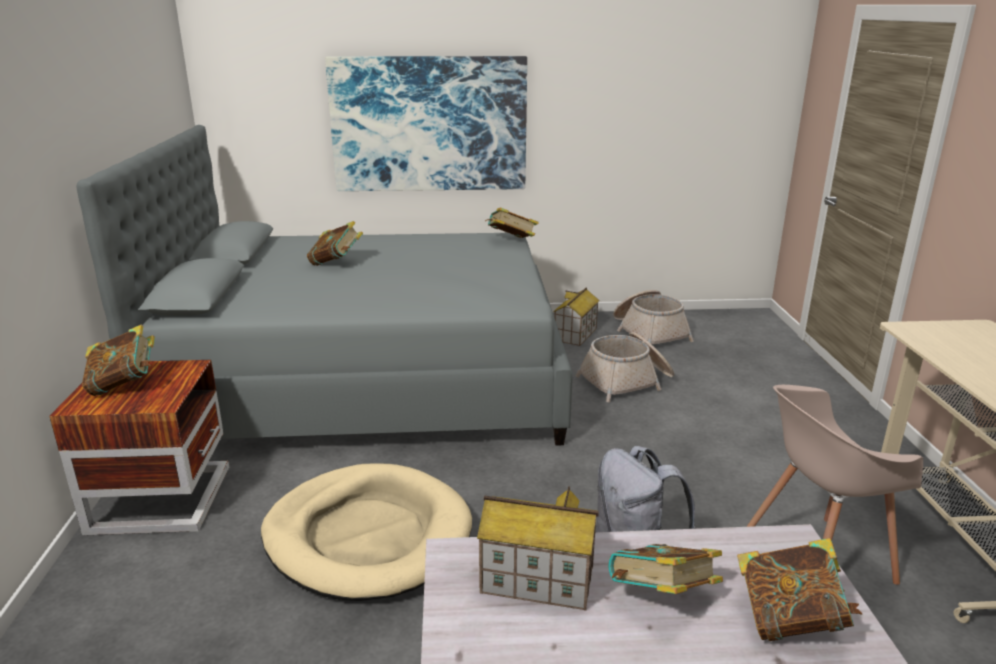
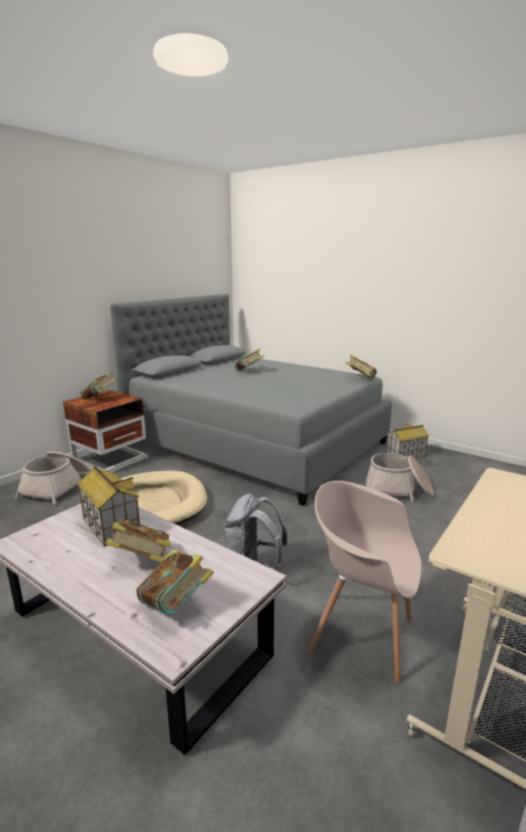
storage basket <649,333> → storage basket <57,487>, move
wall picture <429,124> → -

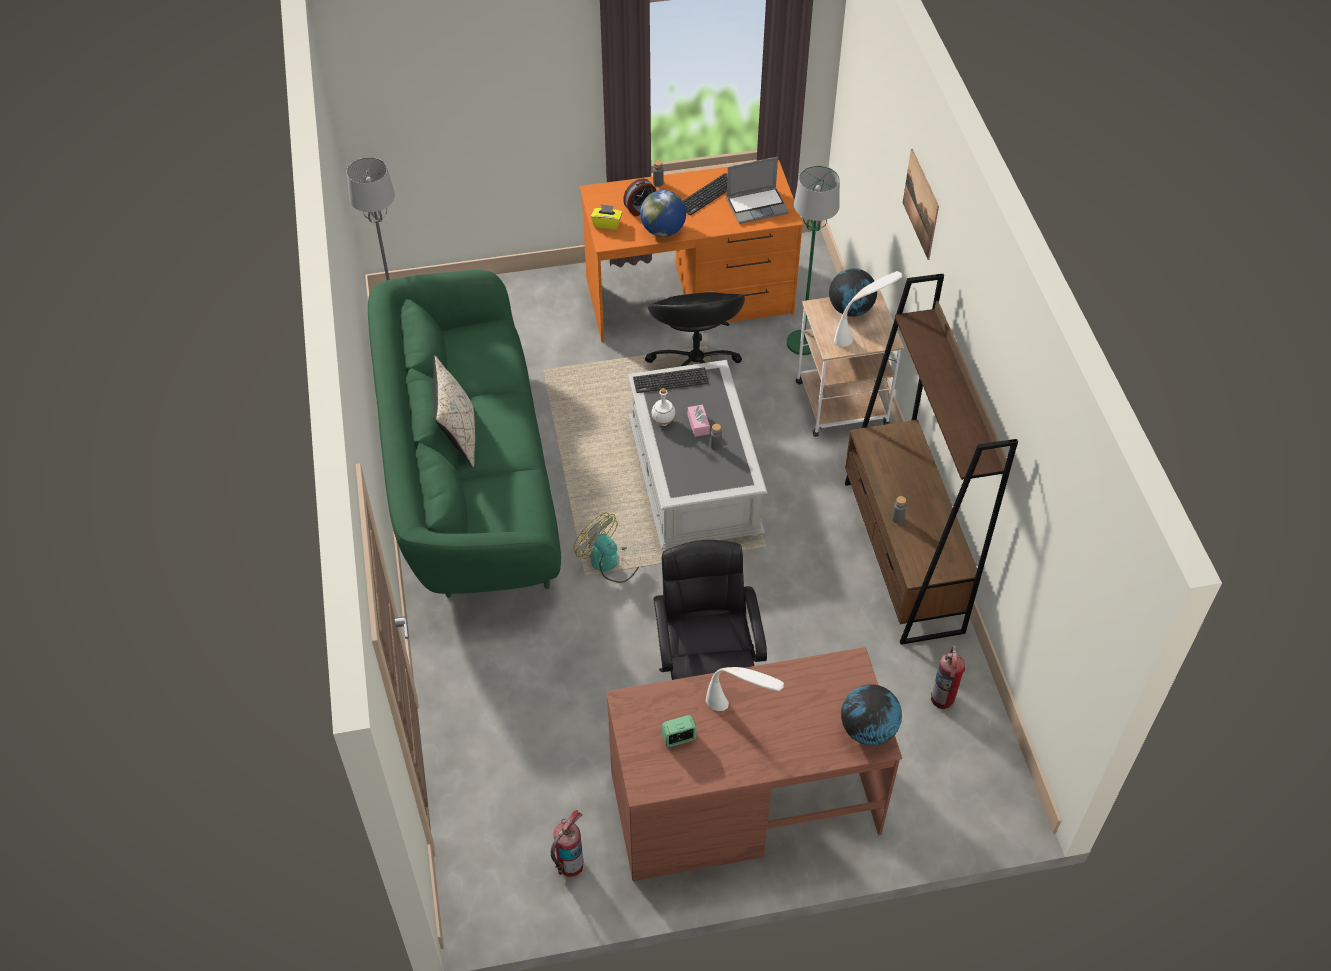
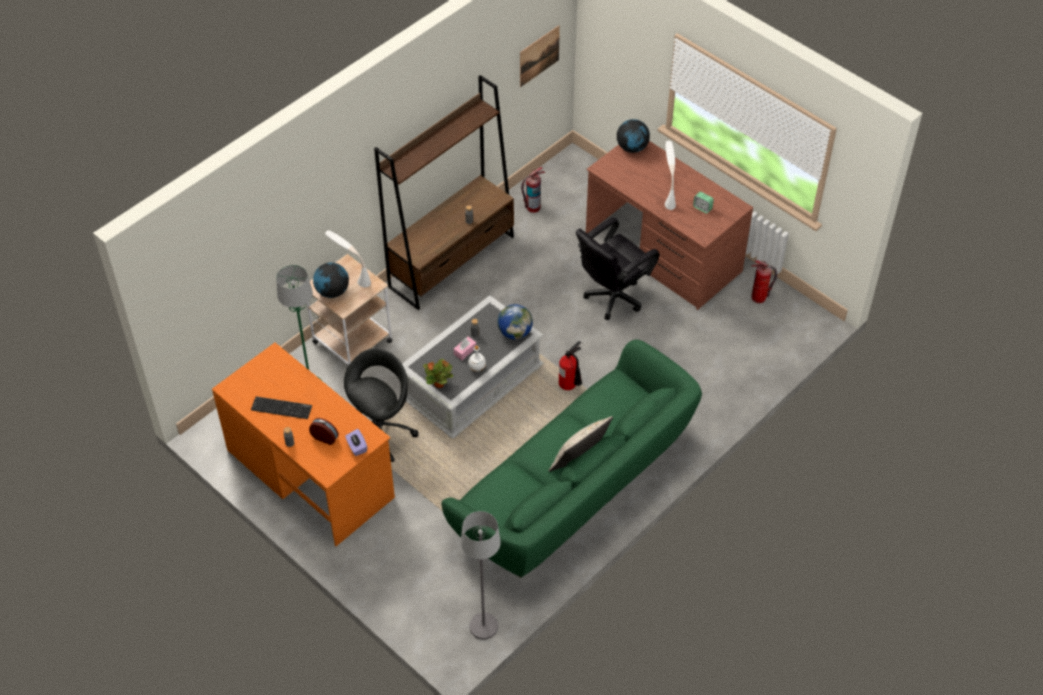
tissue holder (yellow-coloured) <607,224> → tissue holder (purple) <356,447>
keyboard <671,380> → plant in a pot <439,384>
desk globe <663,230> → desk globe <515,333>, move
wall picture <921,204> → wall picture <539,56>, move
cooling fan <610,561> → fire-fighting cylinder <570,386>
notebook computer <757,206> → -

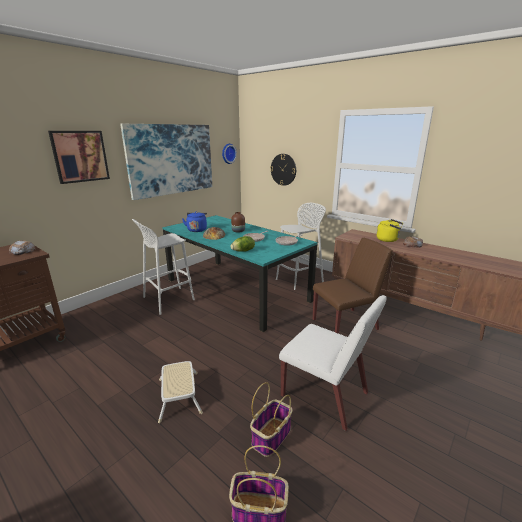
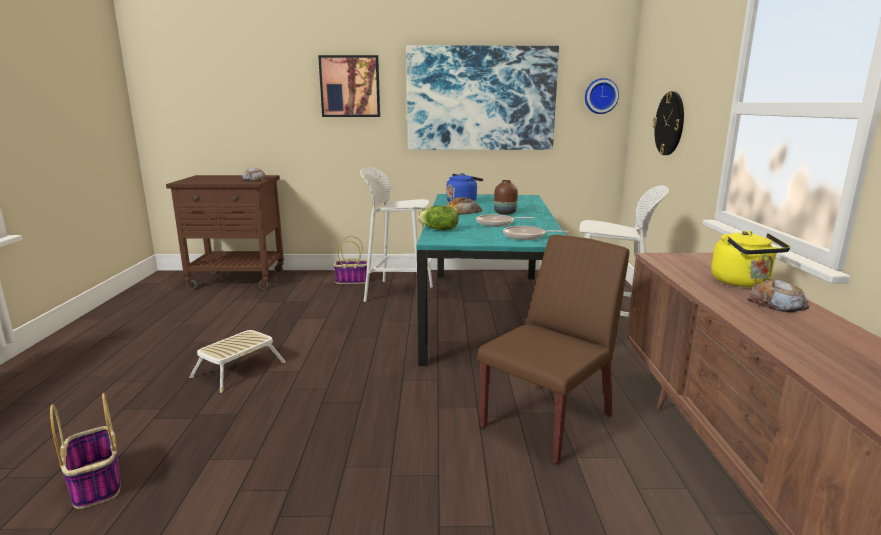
storage basket <271,436> → storage basket <352,281>, move
plain chair (brown-coloured) <345,324> → plain chair (brown-coloured) <548,420>, 75 degrees counterclockwise
plain chair (whitish) <325,395> → -

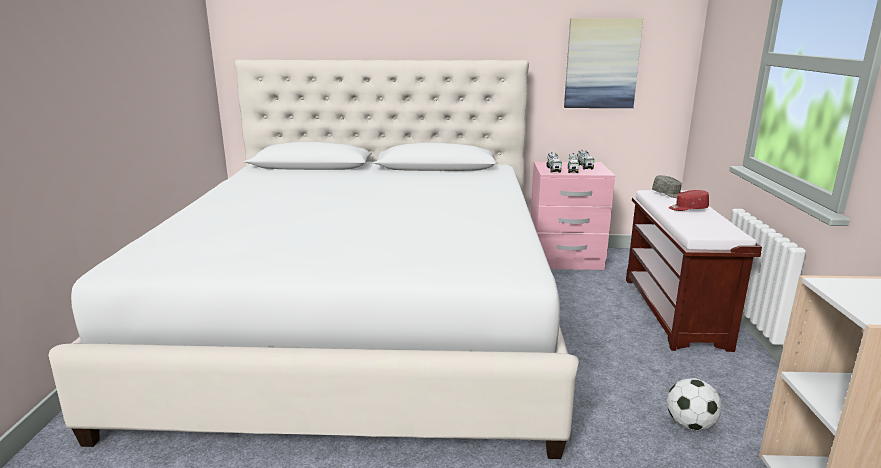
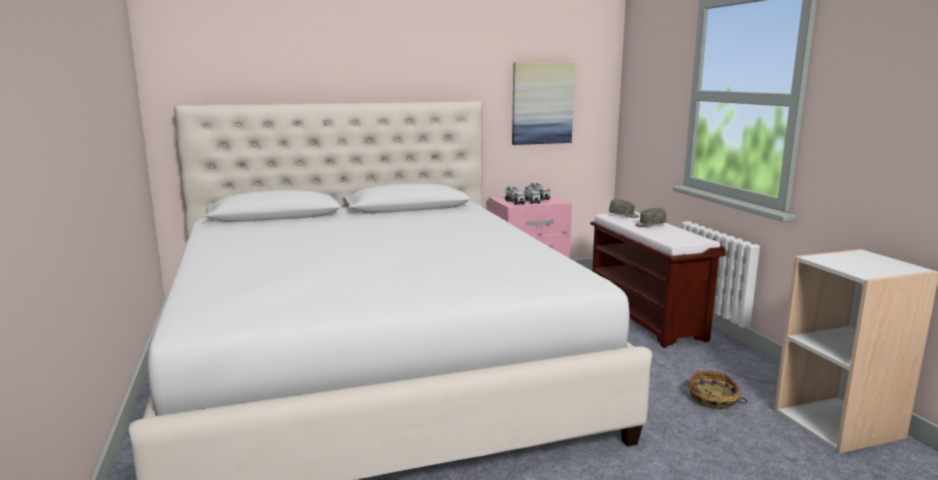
cap (red-coloured) <688,208> → cap (greyish) <649,224>
football <689,425> → storage basket <713,399>

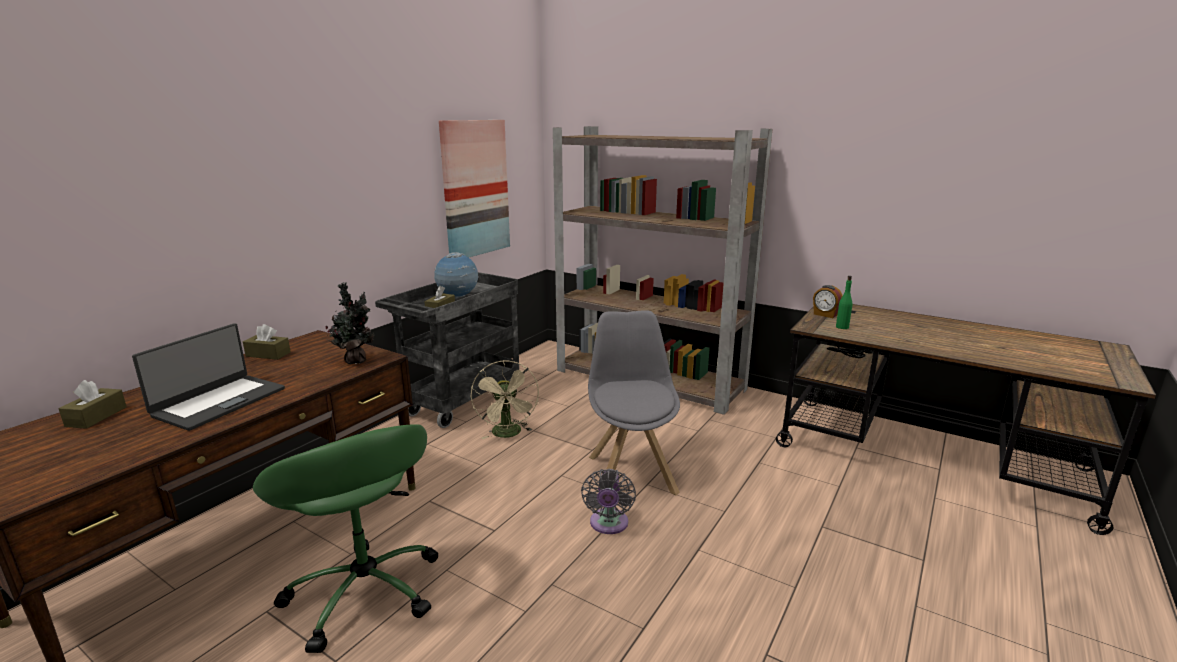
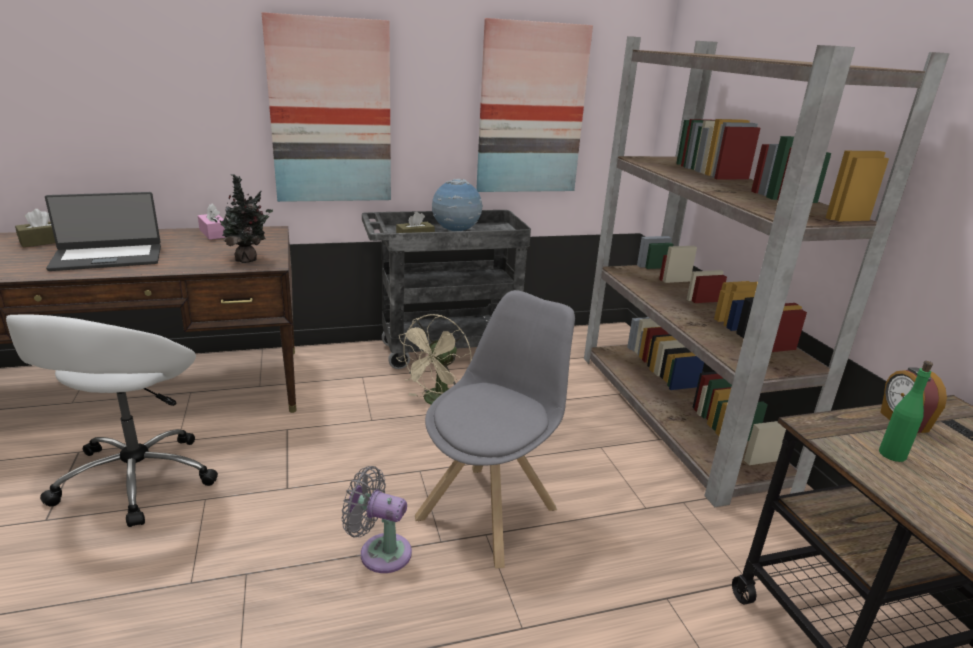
office chair (green) <365,595> → office chair (whitish) <134,481>
tissue holder (brown-coloured) <268,354> → tissue holder (pink) <214,233>
- → wall picture <331,113>
cooling fan (greyish) <608,525> → cooling fan (greyish) <380,551>, 60 degrees clockwise

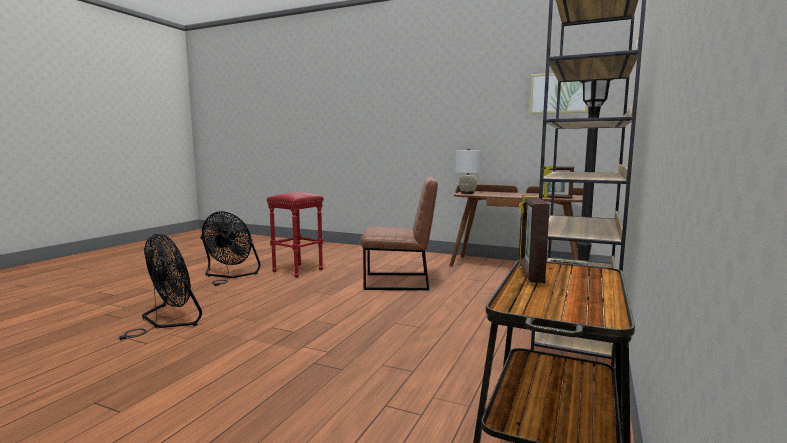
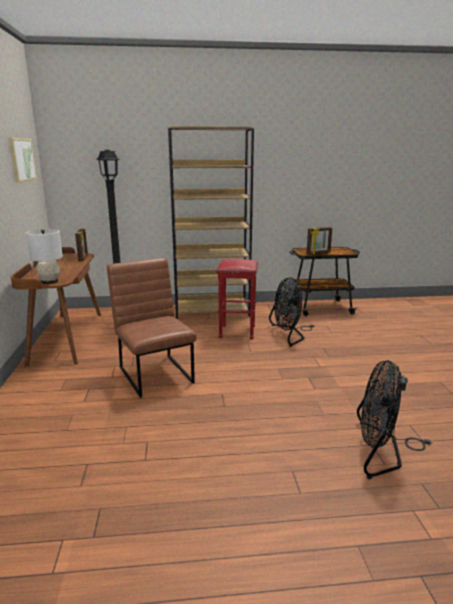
stool (red-coloured) <296,270> → stool (red-coloured) <238,332>, move
cooling fan (blackish) <226,275> → cooling fan (blackish) <290,333>, move

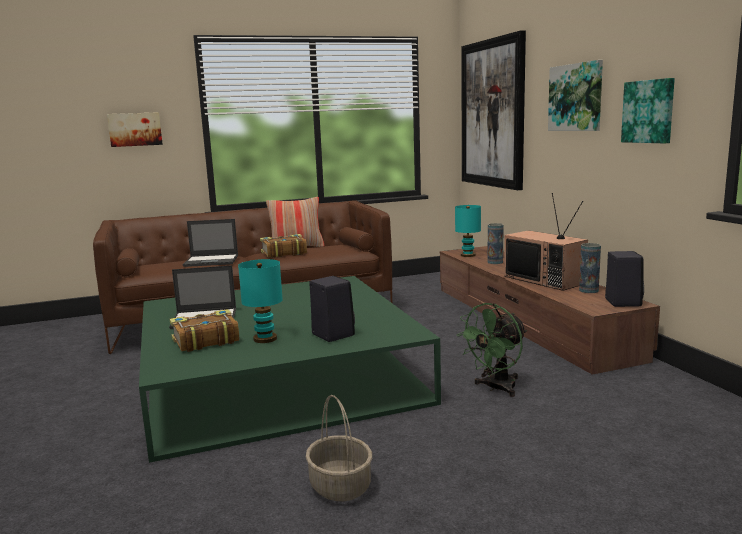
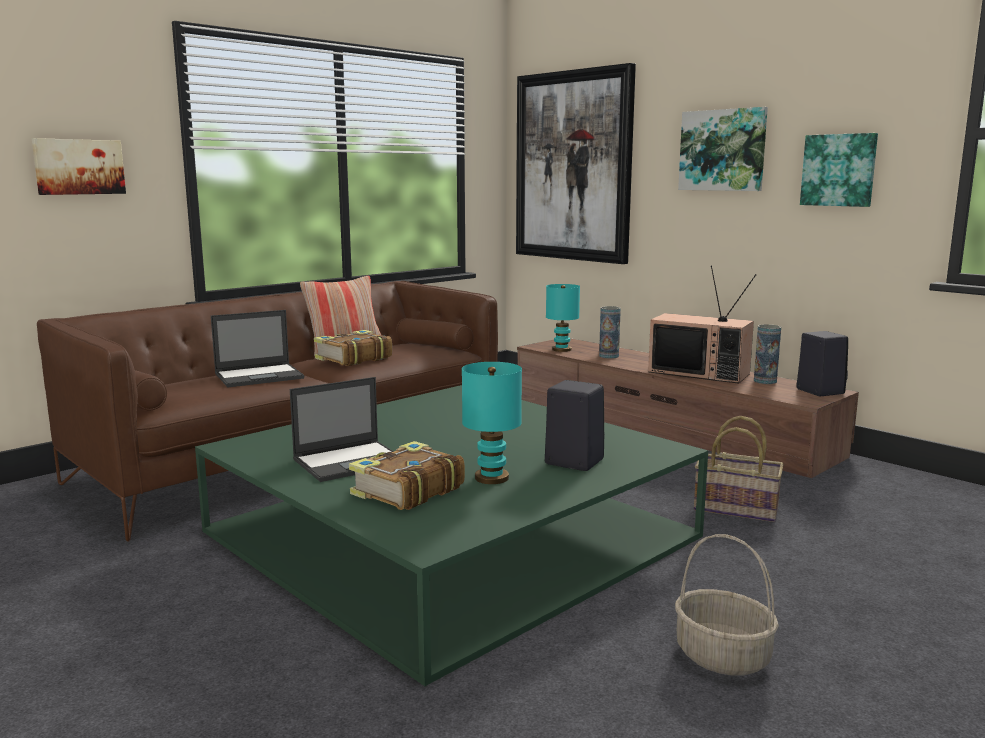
cooling fan (green) <496,388> → storage basket <736,508>

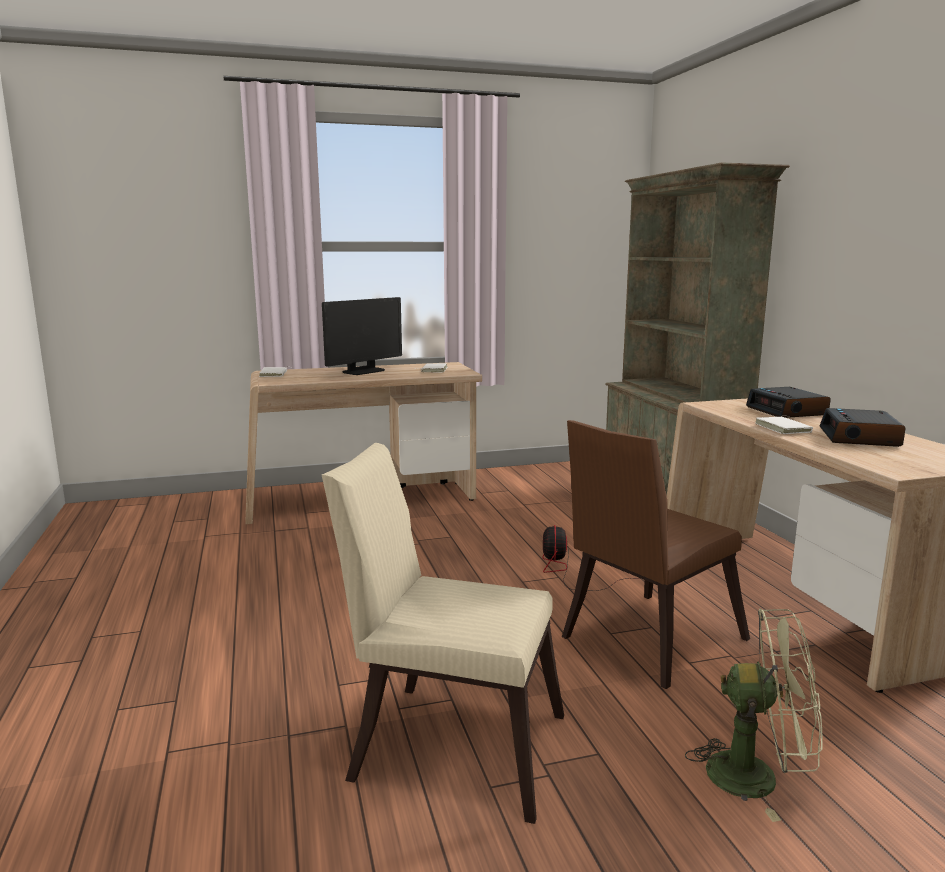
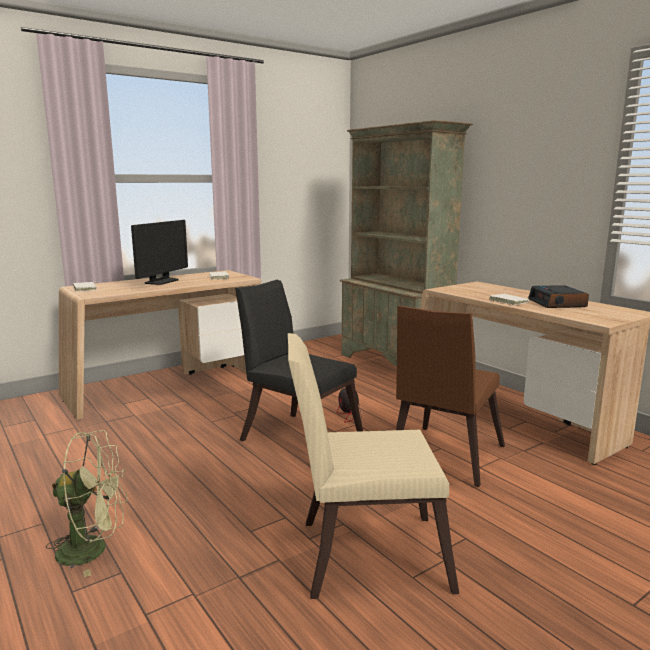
cooling fan (green) <757,776> → cooling fan (green) <93,549>, move
- → plain chair (blackish) <297,436>
alarm clock <787,411> → -

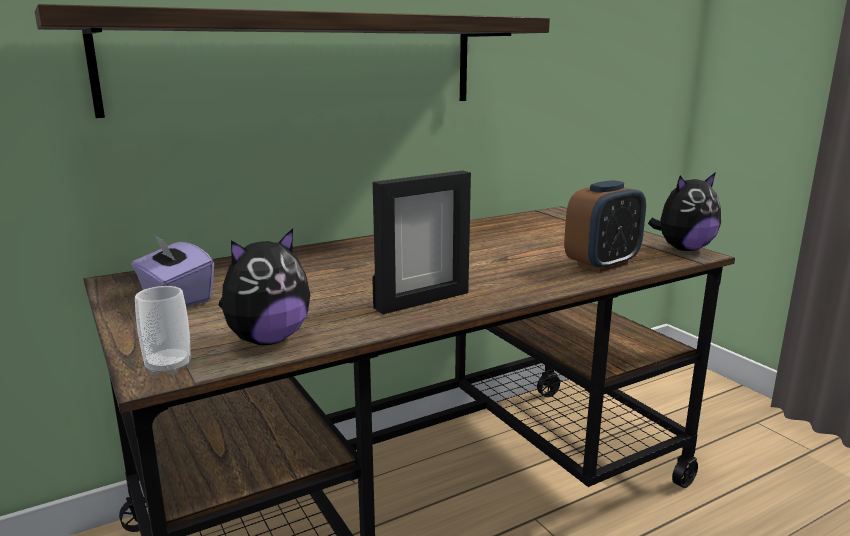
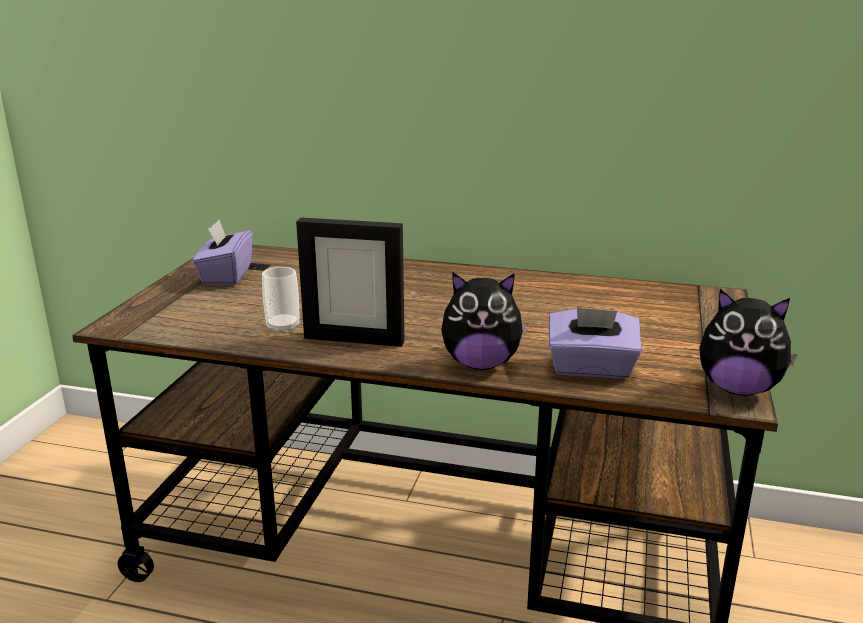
small cup <168,367> → small cup <283,327>, move
cuddly toy <267,339> → cuddly toy <481,364>, move
alarm clock <602,264> → tissue holder (purple) <591,368>
bracket shelf <303,63> → -

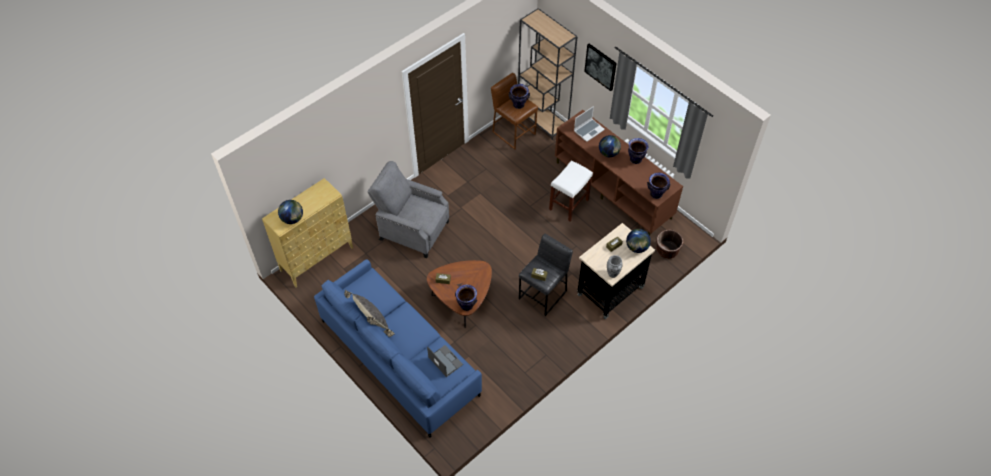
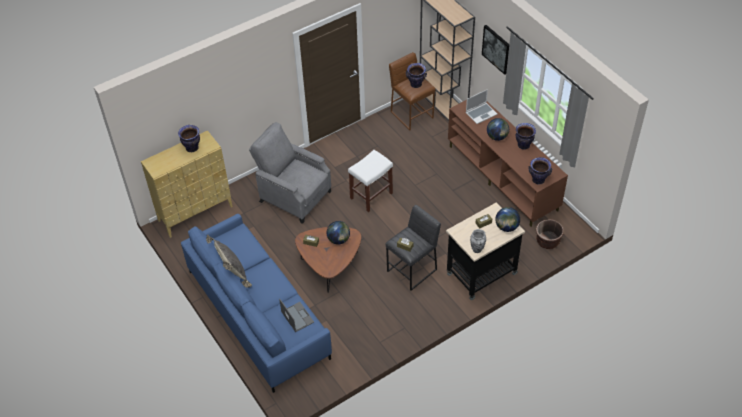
flower vase <466,306> → flower vase <192,148>, move
desk globe <292,219> → desk globe <339,240>, move
stool (whitish) <569,204> → stool (whitish) <371,195>, move

